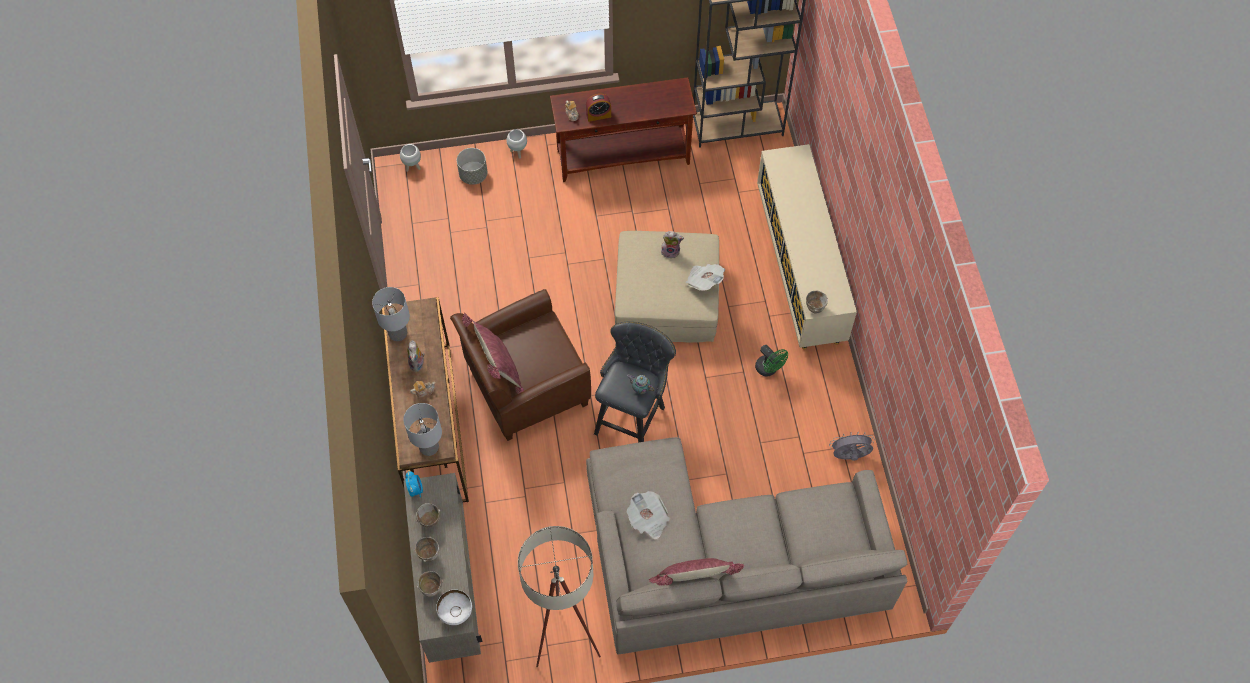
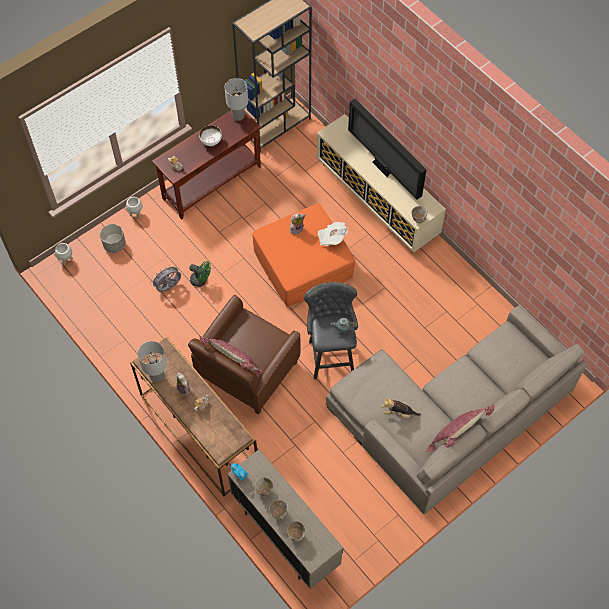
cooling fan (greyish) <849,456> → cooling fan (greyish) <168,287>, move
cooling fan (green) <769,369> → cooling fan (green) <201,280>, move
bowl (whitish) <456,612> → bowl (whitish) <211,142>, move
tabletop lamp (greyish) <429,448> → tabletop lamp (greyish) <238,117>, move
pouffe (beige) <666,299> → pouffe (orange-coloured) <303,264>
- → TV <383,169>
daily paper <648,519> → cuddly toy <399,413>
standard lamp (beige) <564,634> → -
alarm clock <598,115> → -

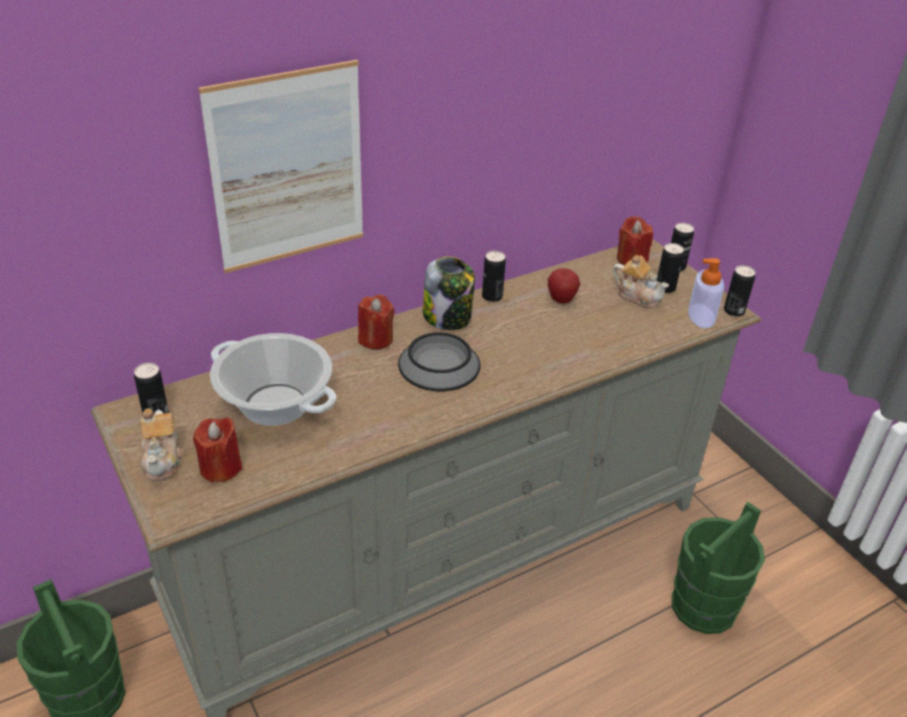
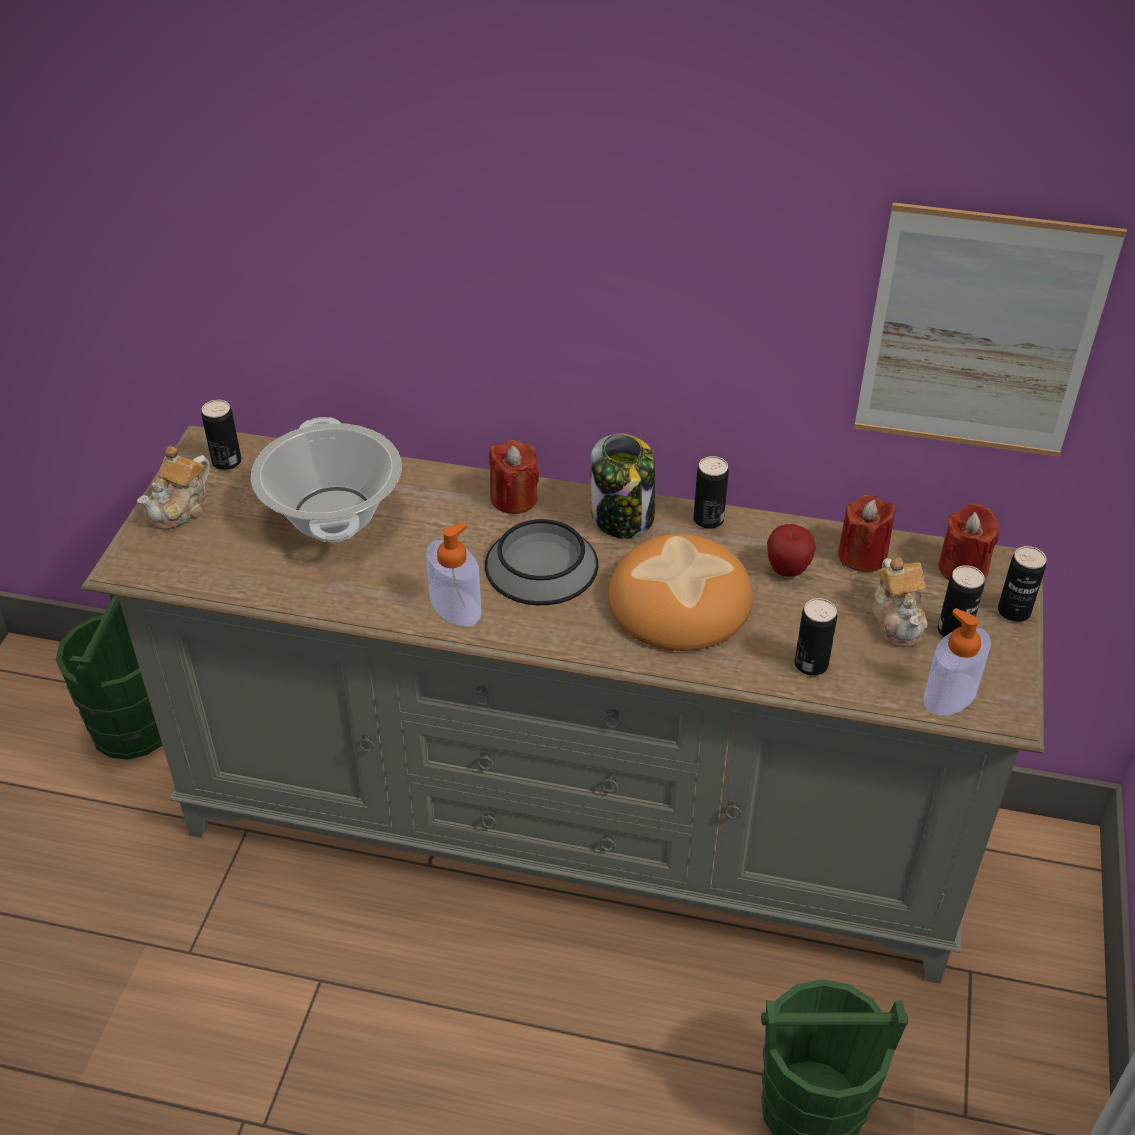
- → soap bottle <455,606>
- → baked bread <680,600>
metal can <734,311> → metal can <811,664>, move
wax light (red-coloured) <220,468> → wax light (red-coloured) <862,556>, move
wall picture <288,168> → wall picture <980,334>, move

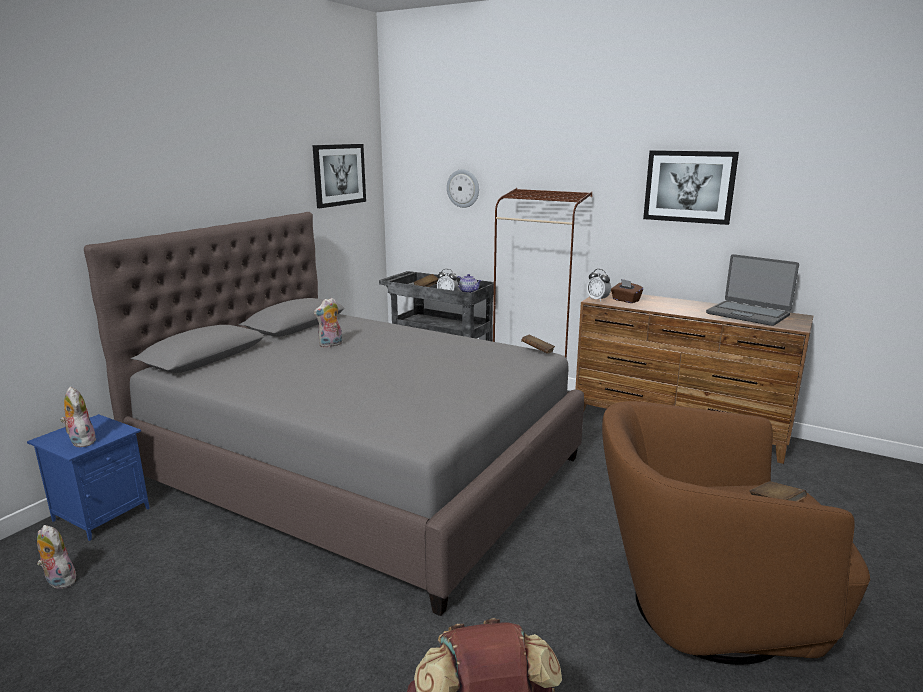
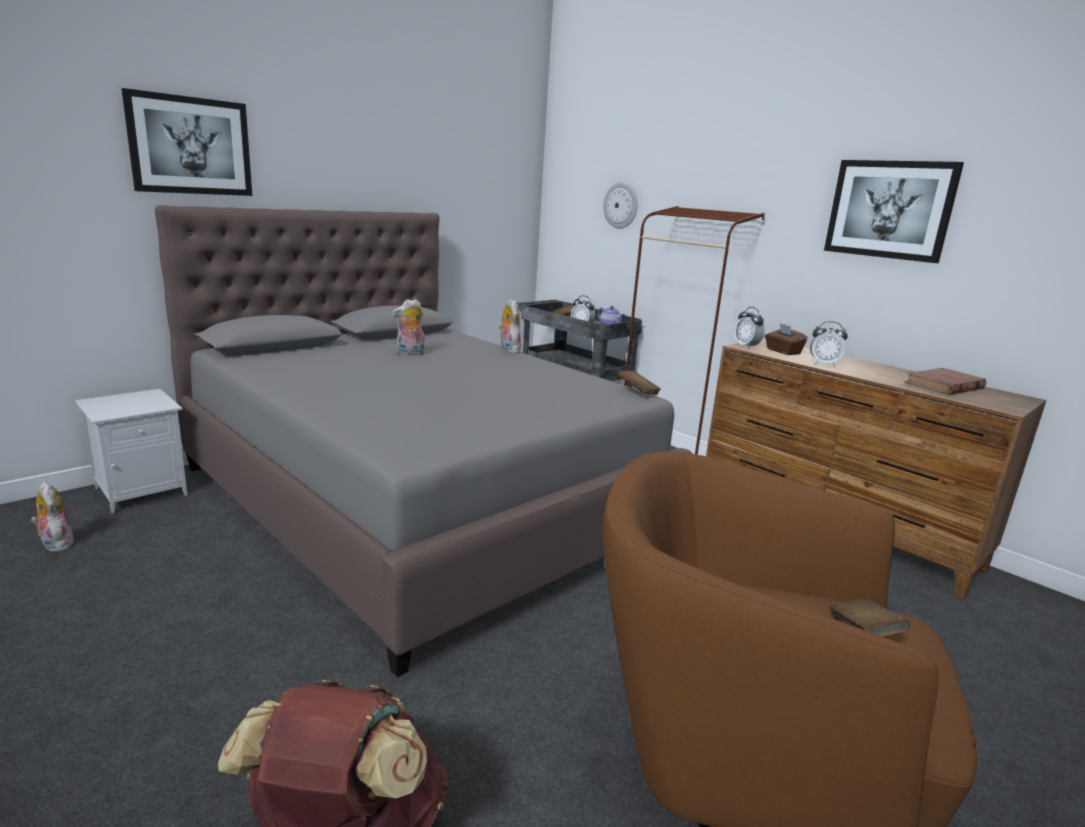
bedside table (blue-coloured) <102,513> → bedside table (greyish) <143,490>
wall picture <339,175> → wall picture <190,146>, move
cuddly toy <81,441> → cuddly toy <508,350>, move
- → alarm clock <823,364>
notebook computer <748,314> → book (brown-coloured) <944,386>

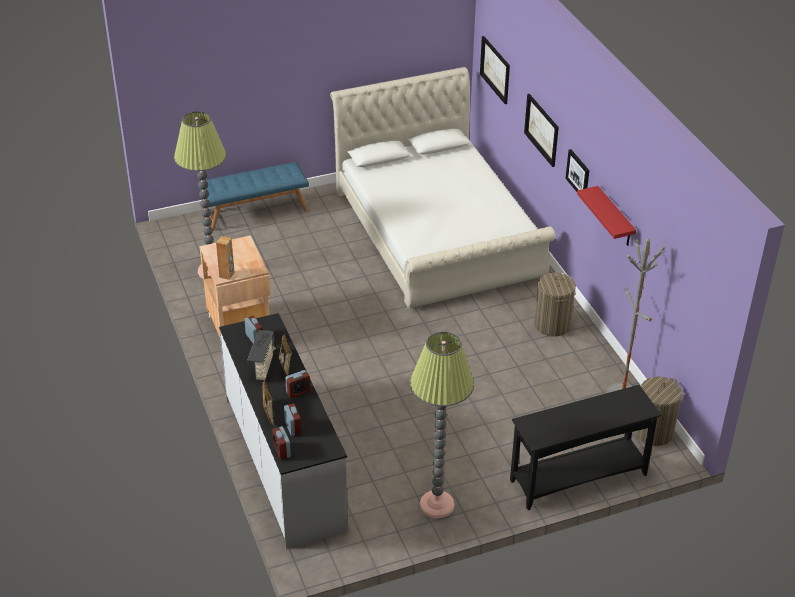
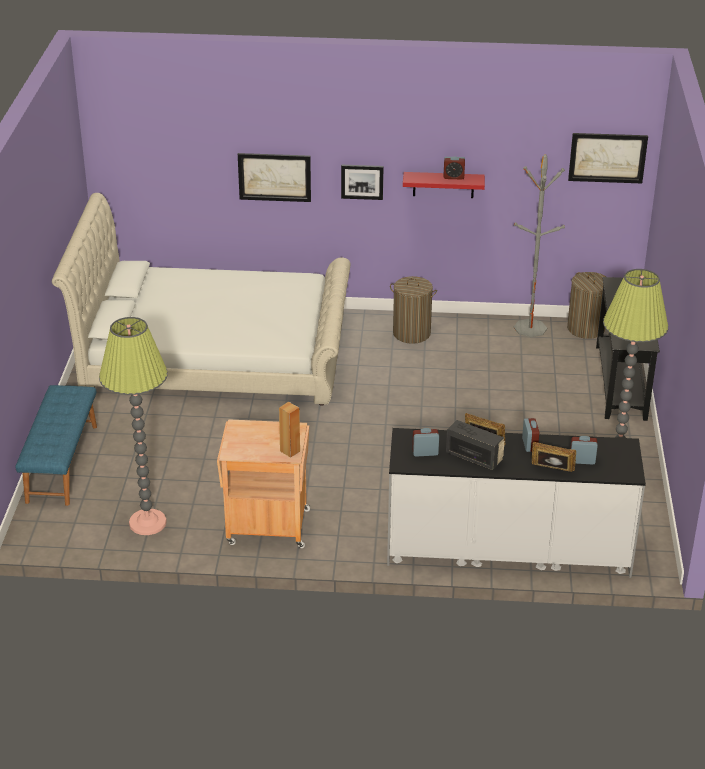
alarm clock <282,451> → alarm clock <453,177>, move
wall picture <495,69> → wall picture <607,157>, move

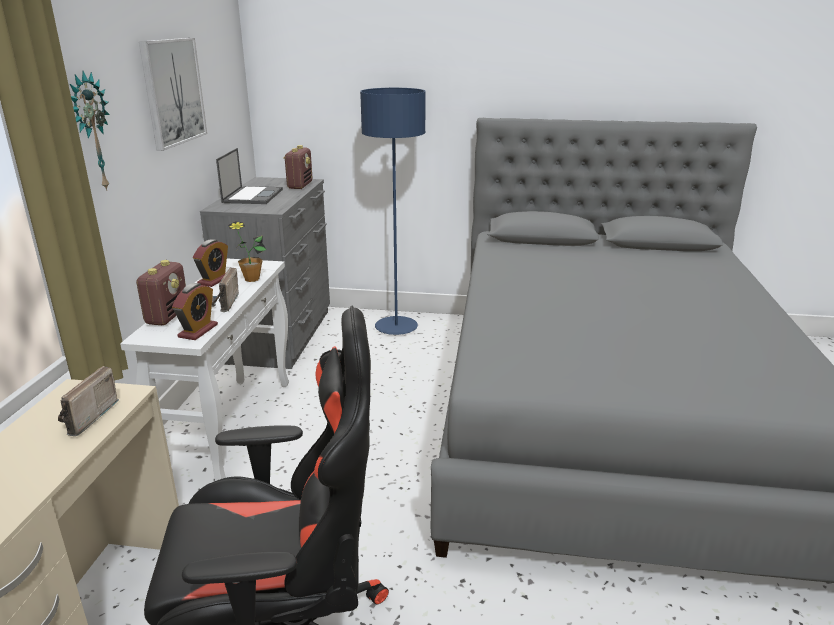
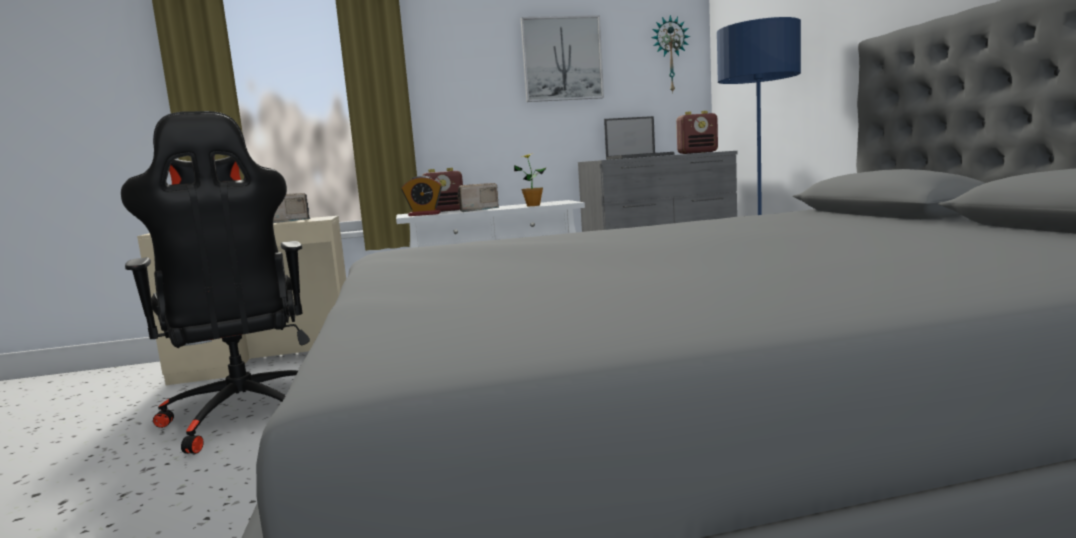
wall clock <90,132> → wall clock <669,55>, move
alarm clock <214,280> → -

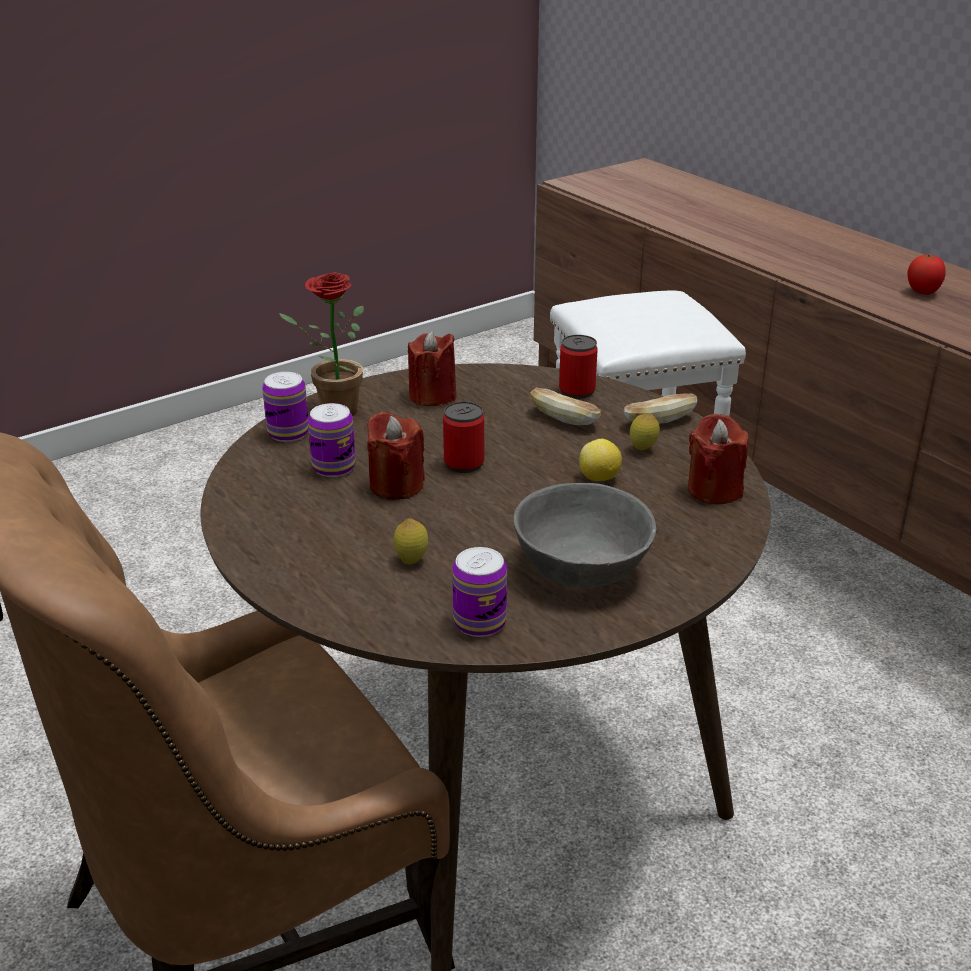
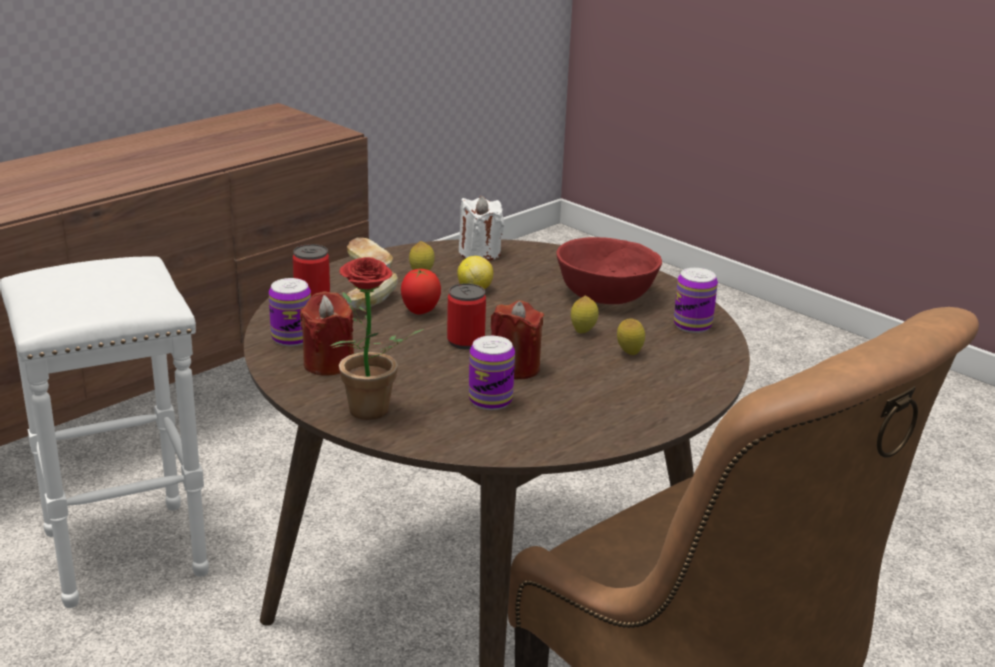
metal can <288,433> → metal can <291,338>, move
fresh tomato <922,293> → fresh tomato <420,312>, move
wax light (red-coloured) <714,490> → wax light (whitish) <479,253>
bowl (greyish) <583,567> → bowl (red-coloured) <605,294>
- → lemon <583,332>

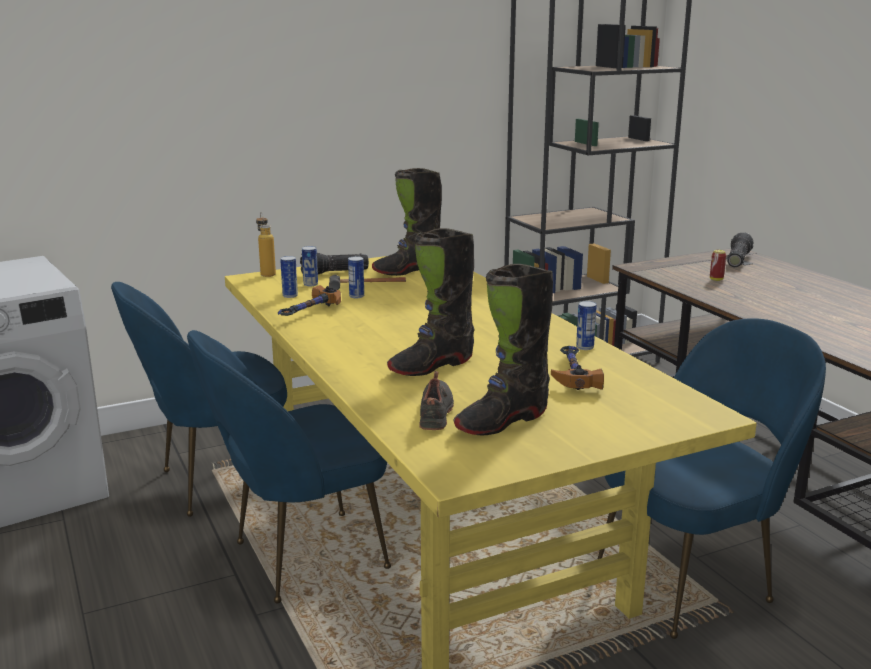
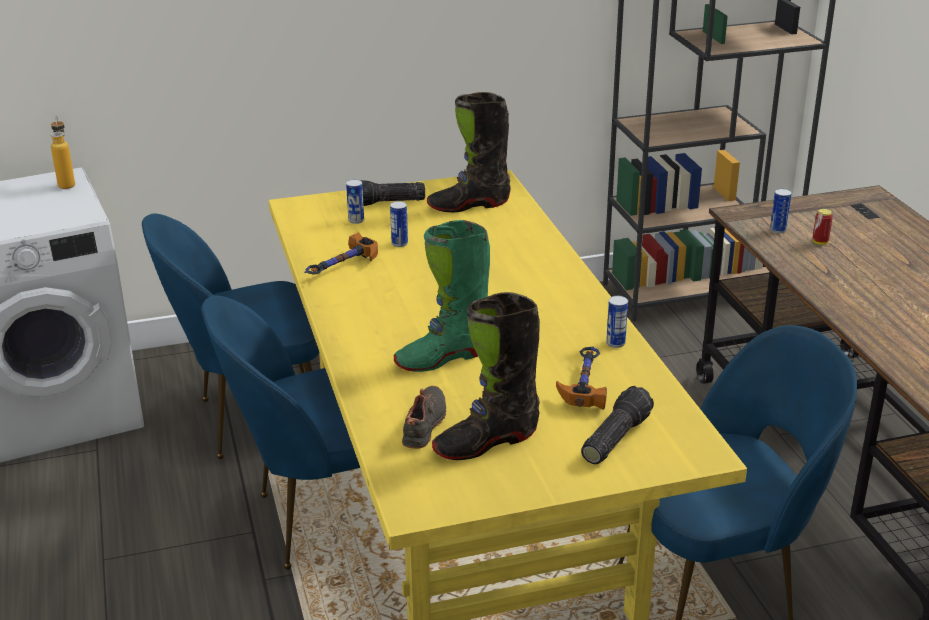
drink bottle <266,273> → drink bottle <67,183>, move
boot (blackish) <431,366> → boot (green) <443,358>
hand torch <736,259> → hand torch <614,437>, move
metal can <290,295> → metal can <778,230>, move
hand hammer <367,286> → -

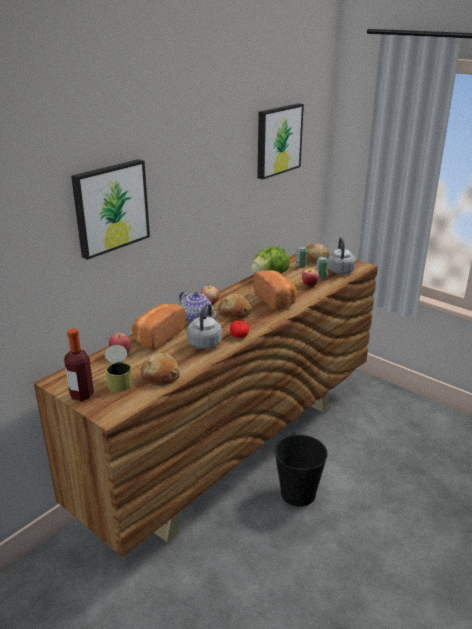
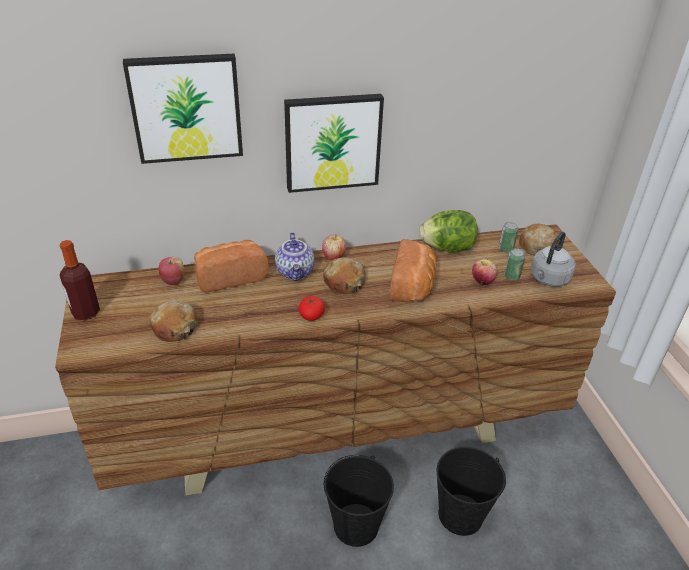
wall picture <278,140> → wall picture <332,142>, move
- → water bucket (blackish) <460,515>
metal can <119,380> → -
water kettle (greyish) <205,342> → -

